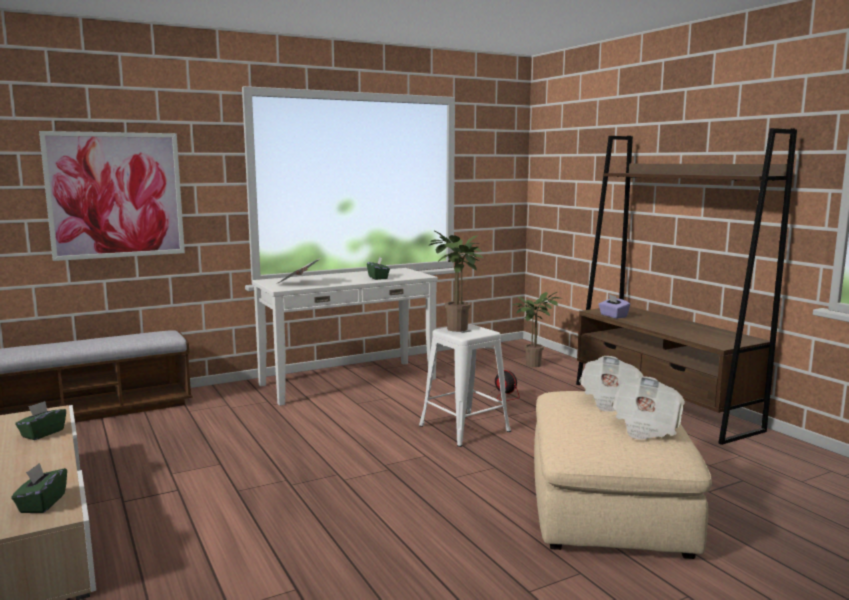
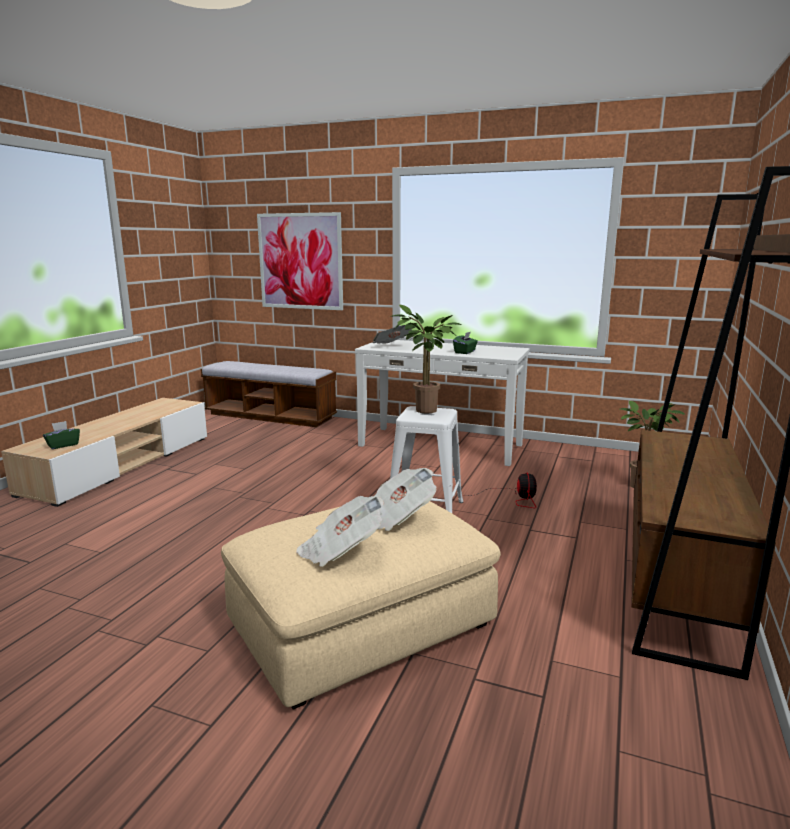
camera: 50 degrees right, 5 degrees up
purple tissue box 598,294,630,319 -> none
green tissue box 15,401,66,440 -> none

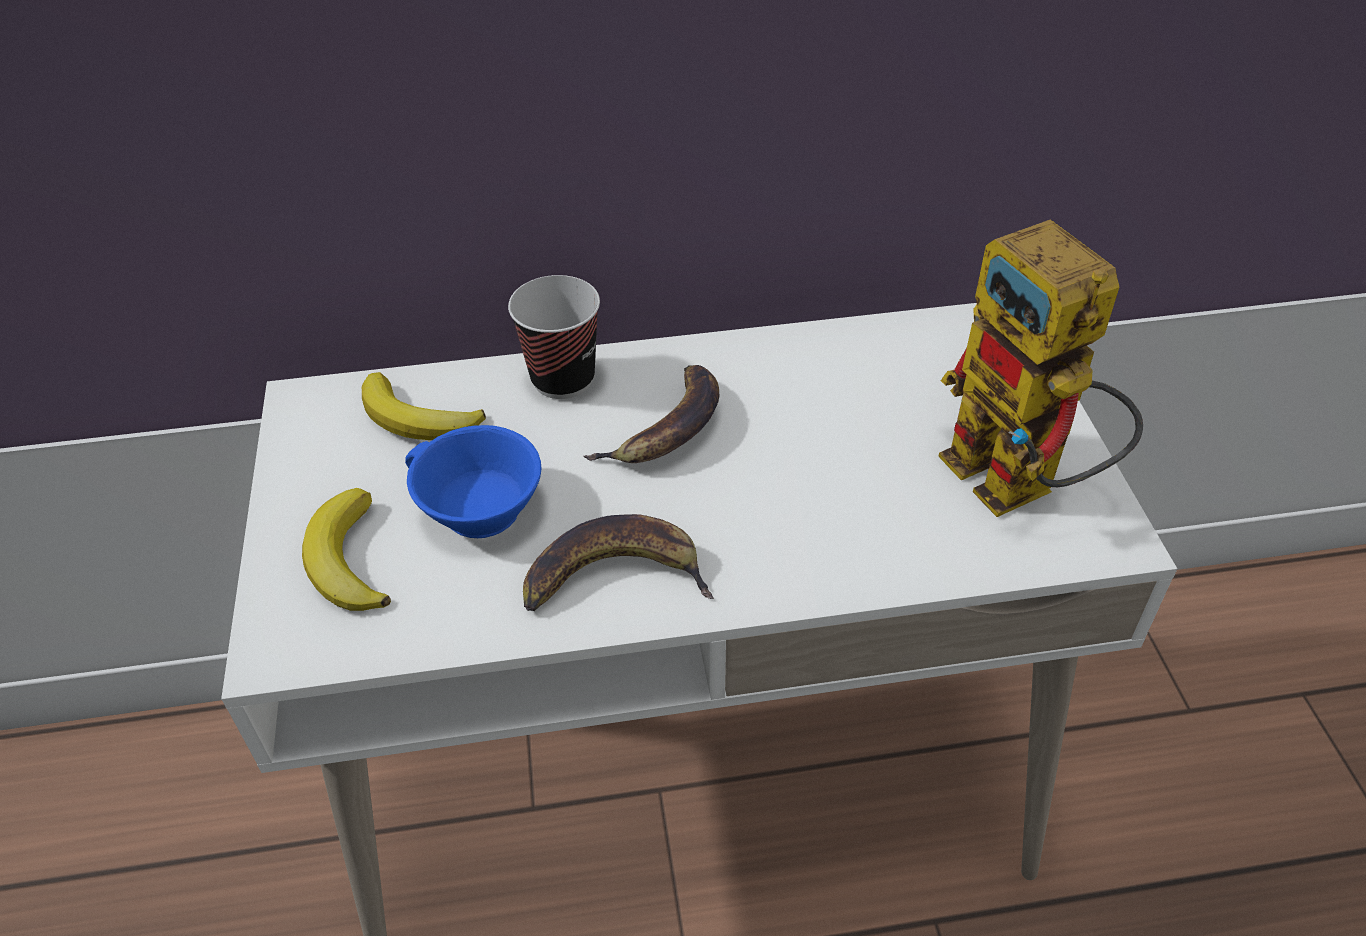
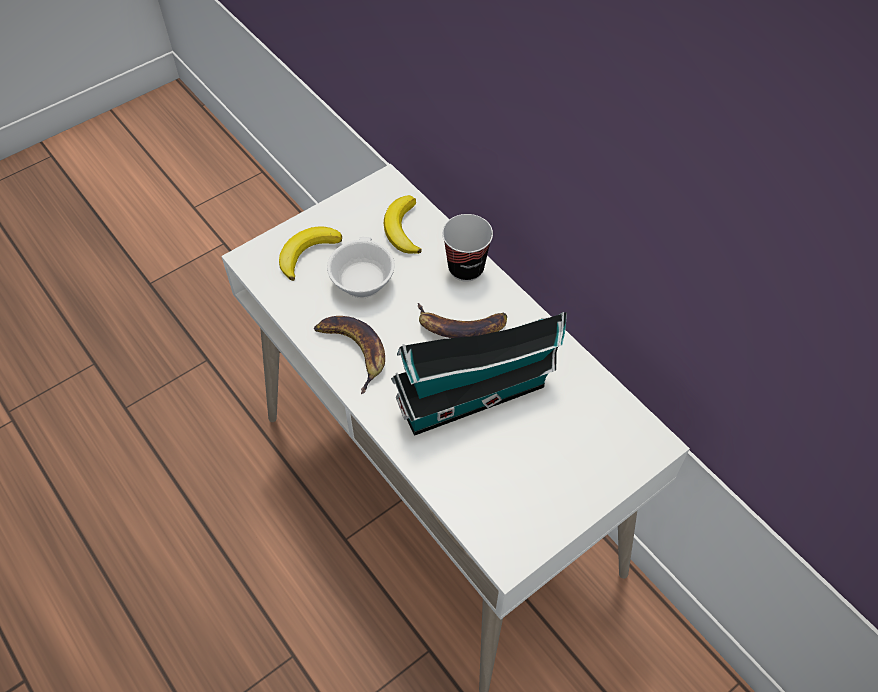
camera: 60 degrees right, 10 degrees up
toy robot 938,220,1143,517 -> none
blue cup 405,425,541,538 -> white cup 327,237,395,298
none -> toy house 391,312,567,436

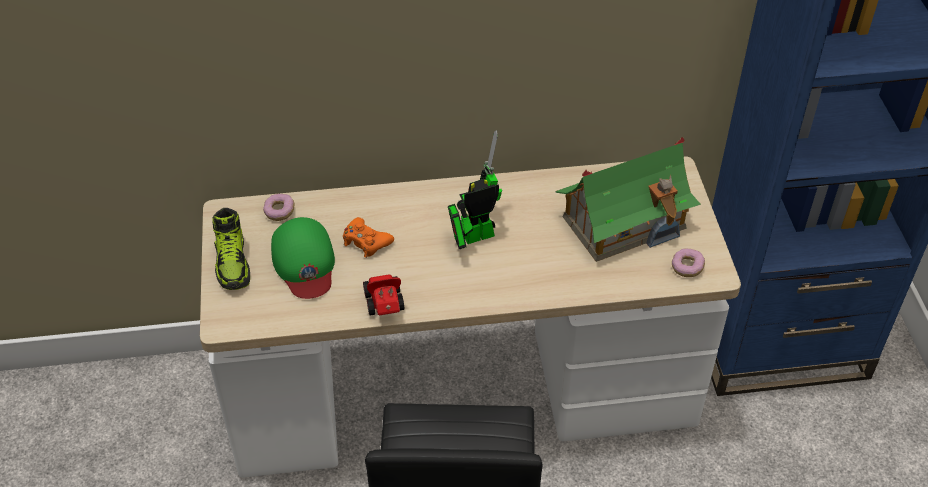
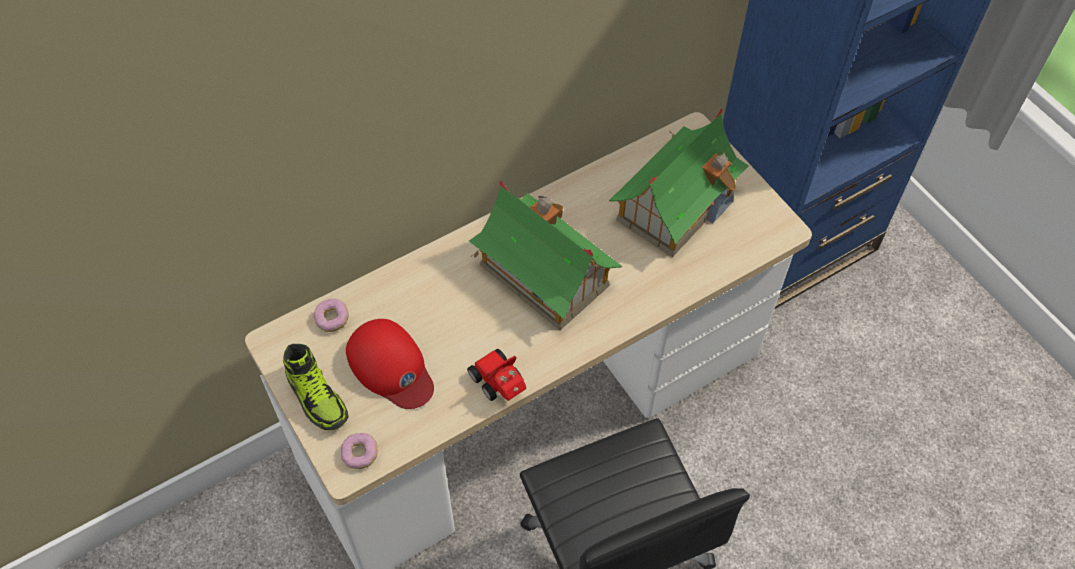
camera: 25 degrees left, 10 degrees up
toy robot 448,130,502,249 -> toy house 469,181,622,330
green cap 271,217,335,299 -> red cap 346,319,434,409
orange game controller 343,217,394,258 -> none
donut 672,248,705,277 -> donut 341,433,378,469, move

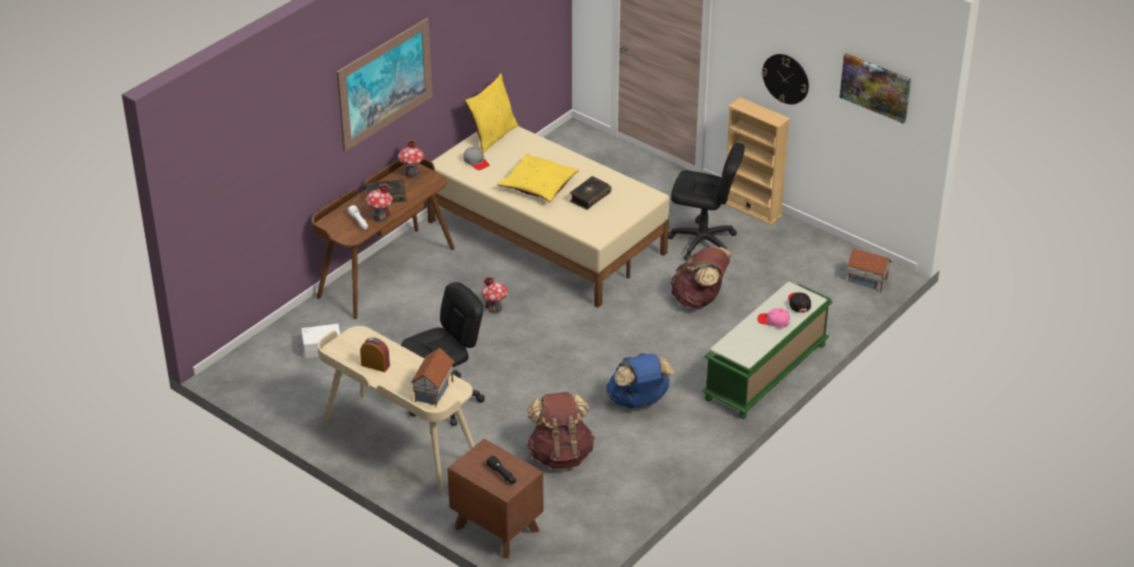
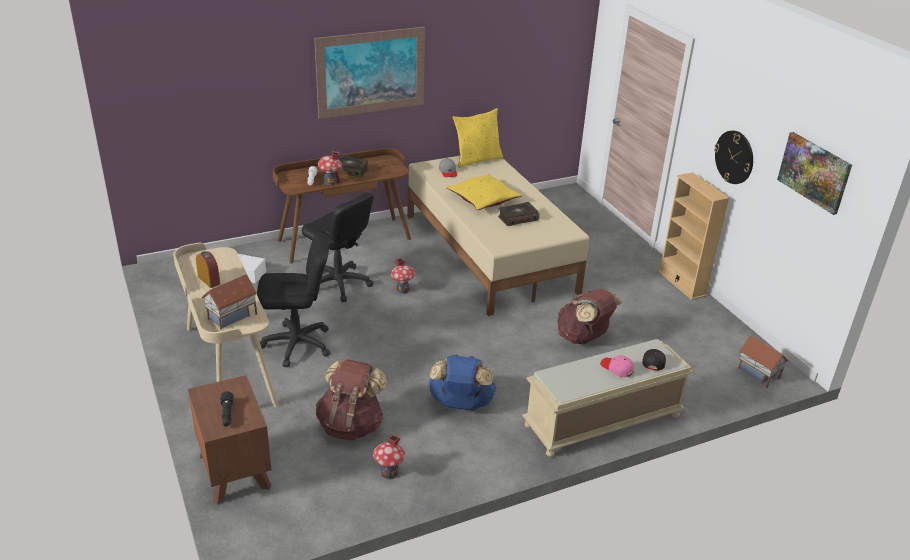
camera: 25 degrees right, 5 degrees down
toy house 398,140,424,178 -> toy house 373,434,405,480, move
black office chair 668,143,744,260 -> black office chair 302,192,374,302, move
green bench 702,282,833,419 -> beige bench 522,339,694,457

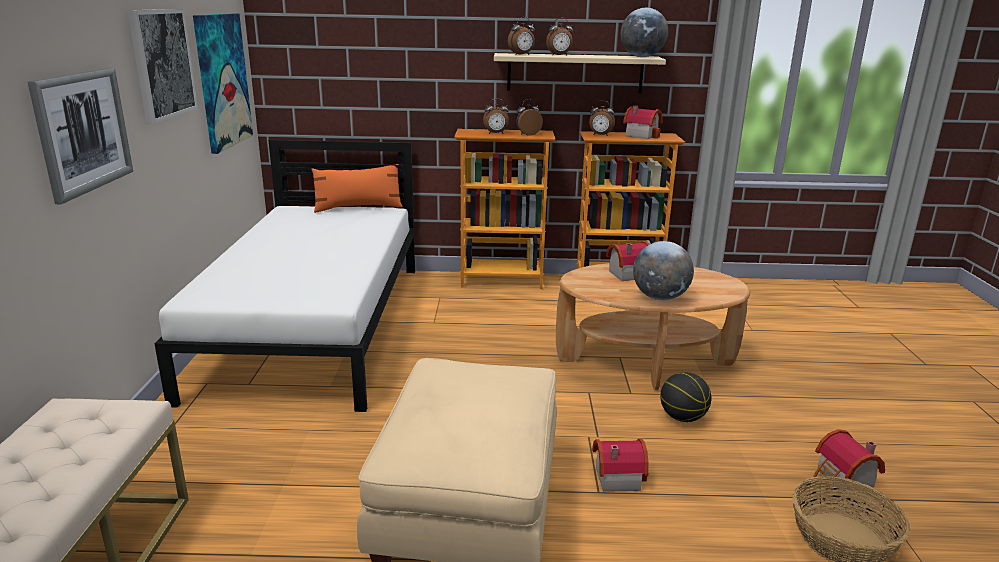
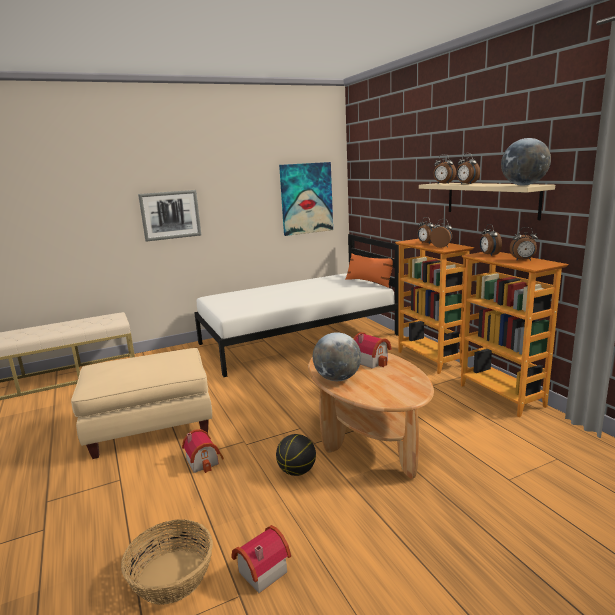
camera: 65 degrees right, 5 degrees down
picture 128,9,198,123 -> none
toy house 623,106,663,139 -> alarm clock 510,227,538,261

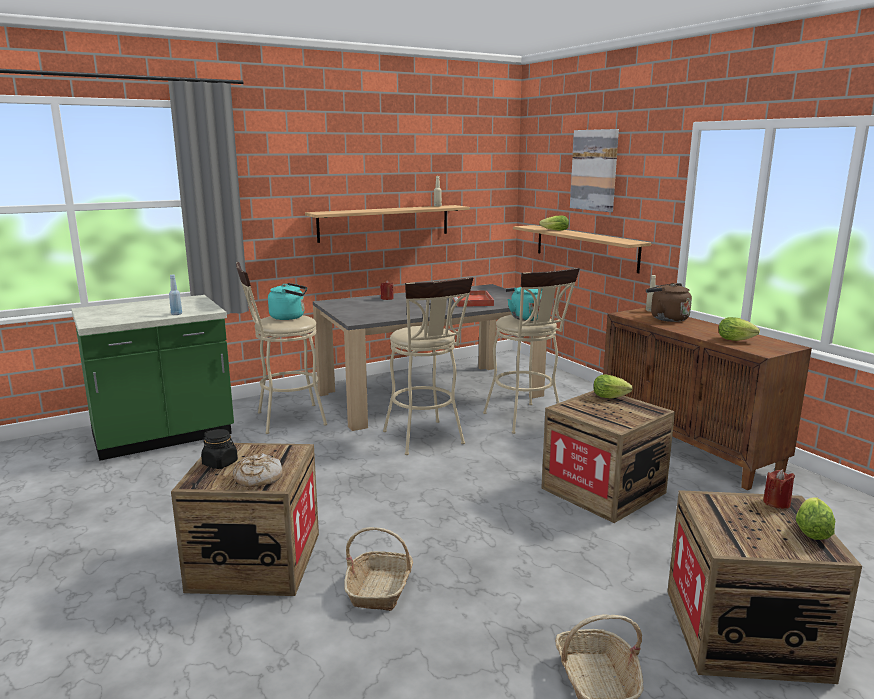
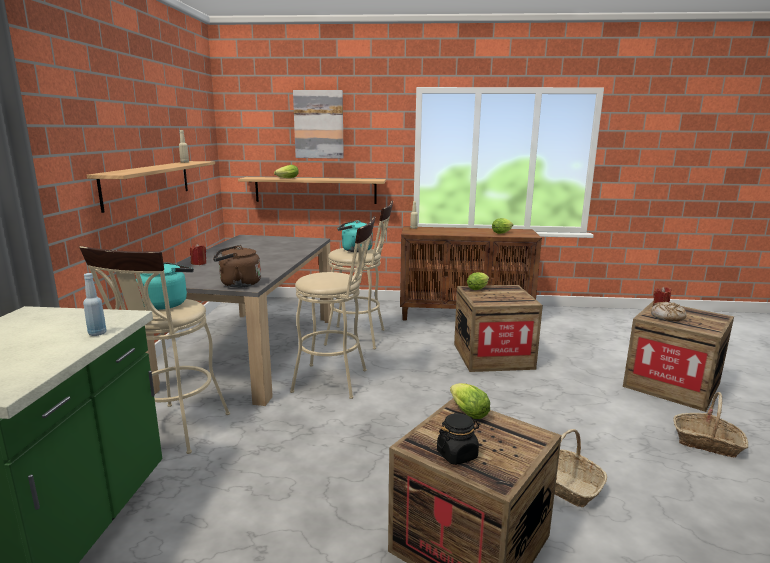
camera: 55 degrees left, 0 degrees up
brown kettle 646,283,692,322 -> brown kettle 213,245,261,288, move
red tray 453,290,494,307 -> none
bread 233,453,283,487 -> bread 651,302,687,321, move
lettuce 796,497,835,540 -> lettuce 450,383,490,419, move

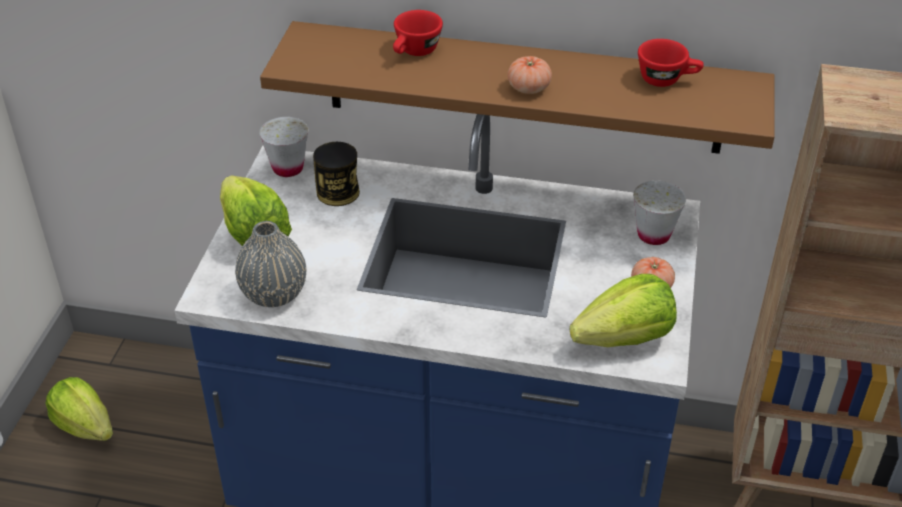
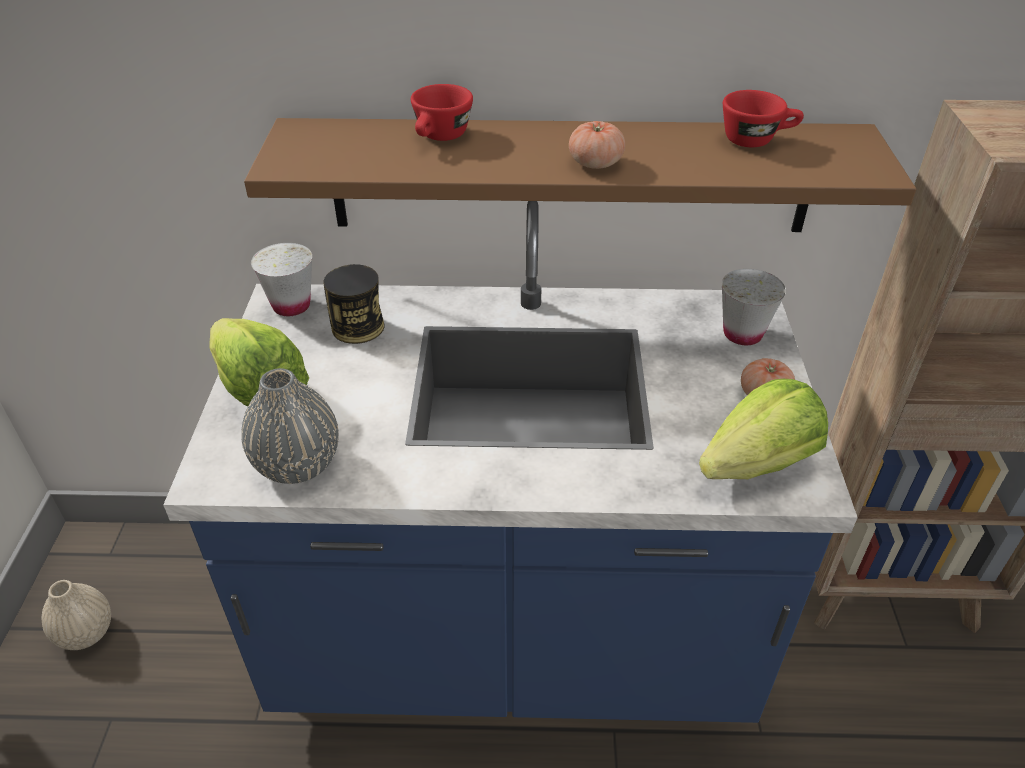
camera: 10 degrees left, 0 degrees up
lettuce 45,377,113,441 -> beige vase 42,580,111,650

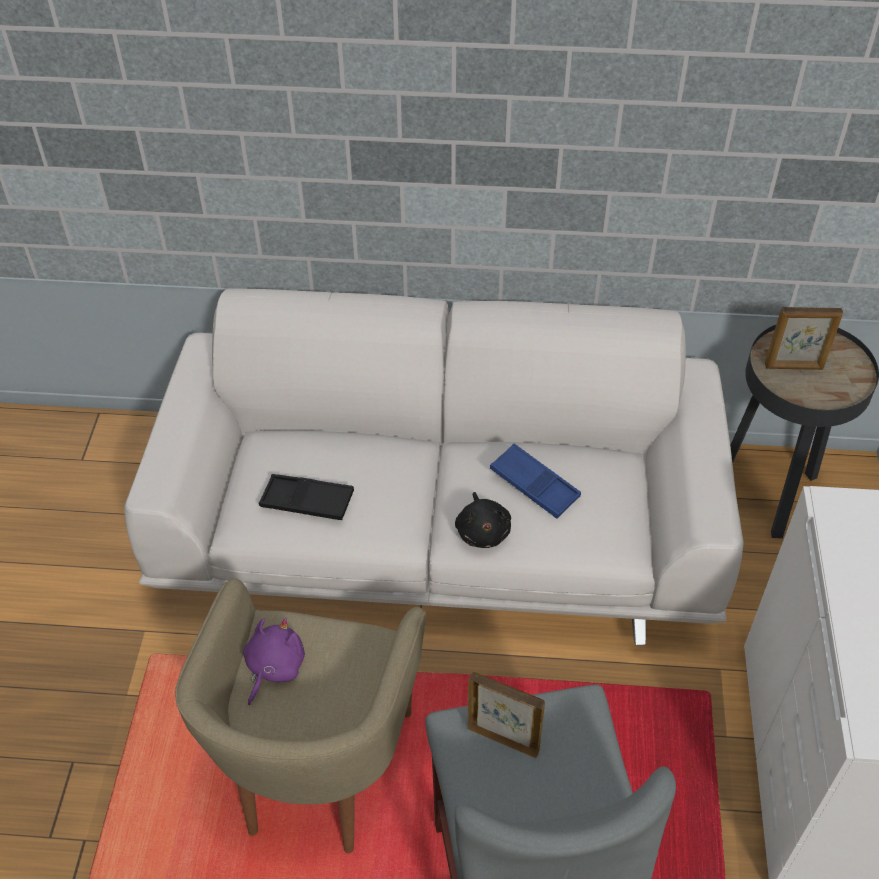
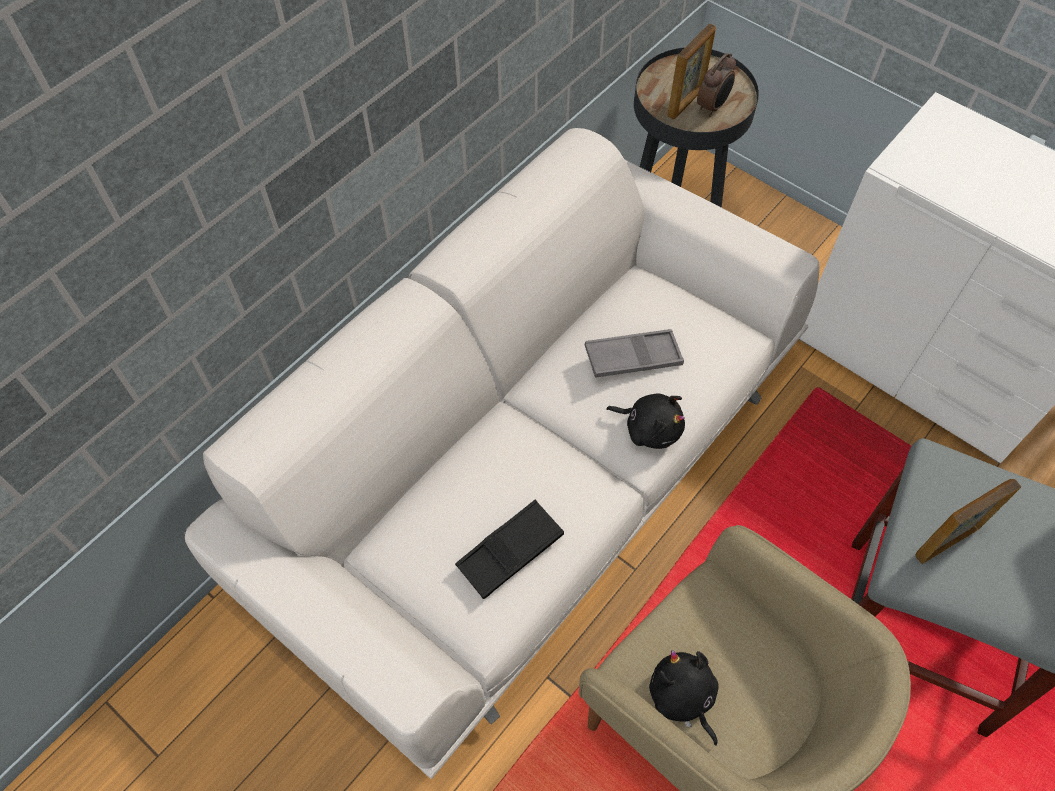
camera: 55 degrees left, 10 degrees up
blue tray 490,443,581,519 -> grey tray 585,329,684,378
purple plush toy 243,618,305,705 -> black plush toy 649,650,719,746
none -> alarm clock 697,53,736,117

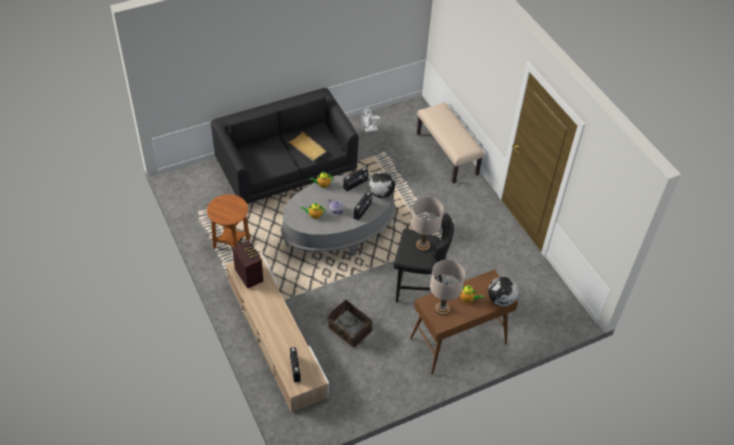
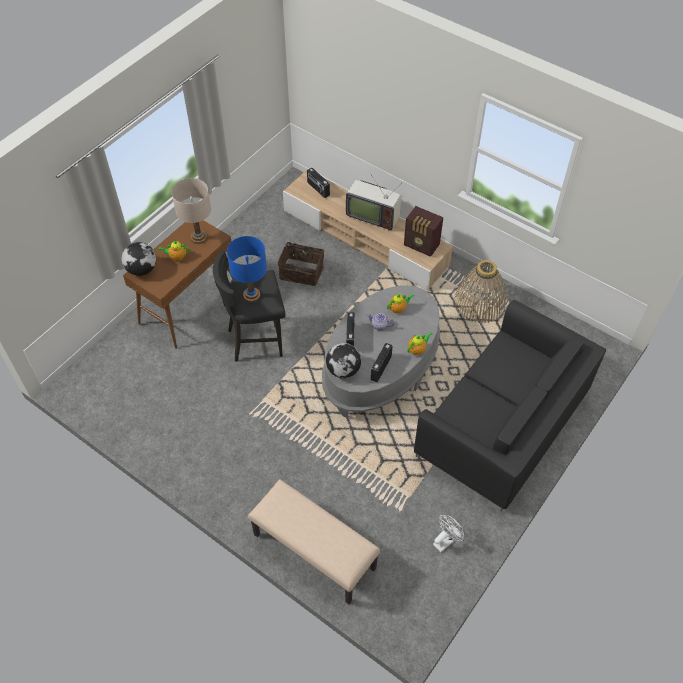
camera: 155 degrees right, 5 degrees up
beige tray 287,131,327,161 -> none
brown side table 207,194,250,249 -> basket 454,260,506,323
beige table lamp 411,197,443,251 -> blue table lamp 227,236,267,302
none -> television 346,176,401,231

